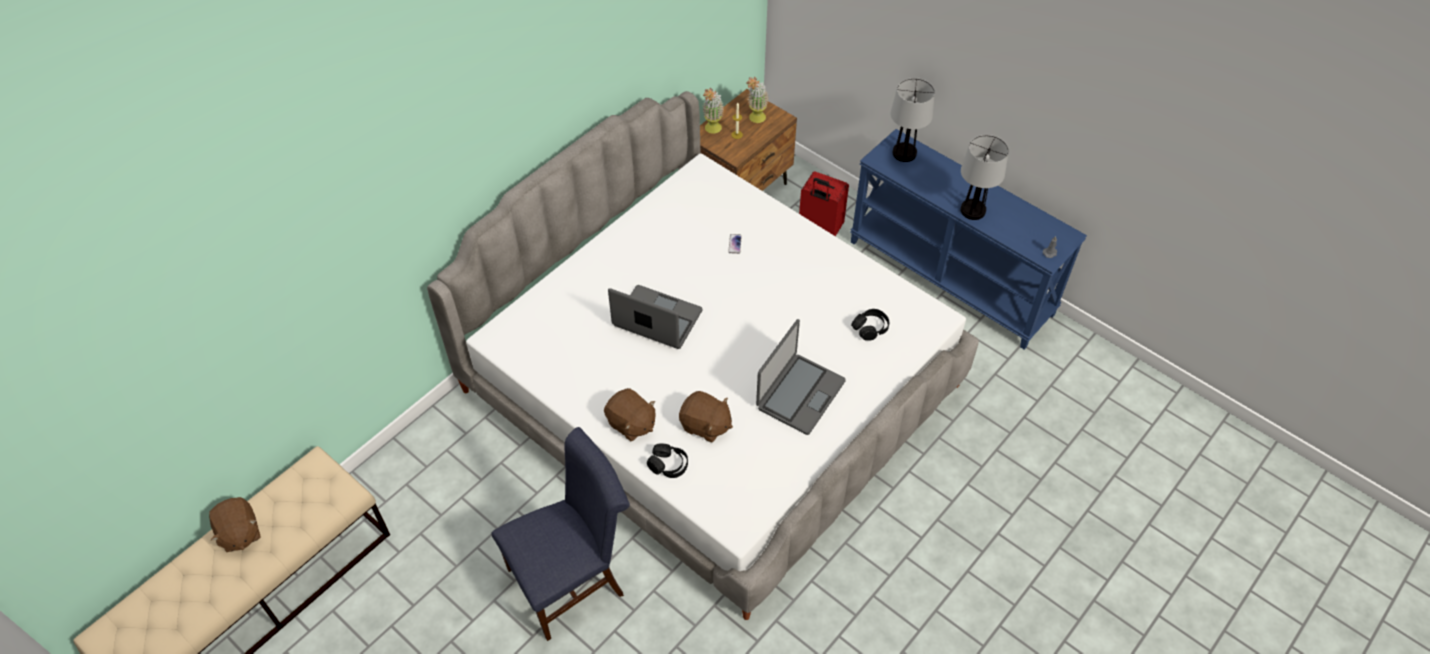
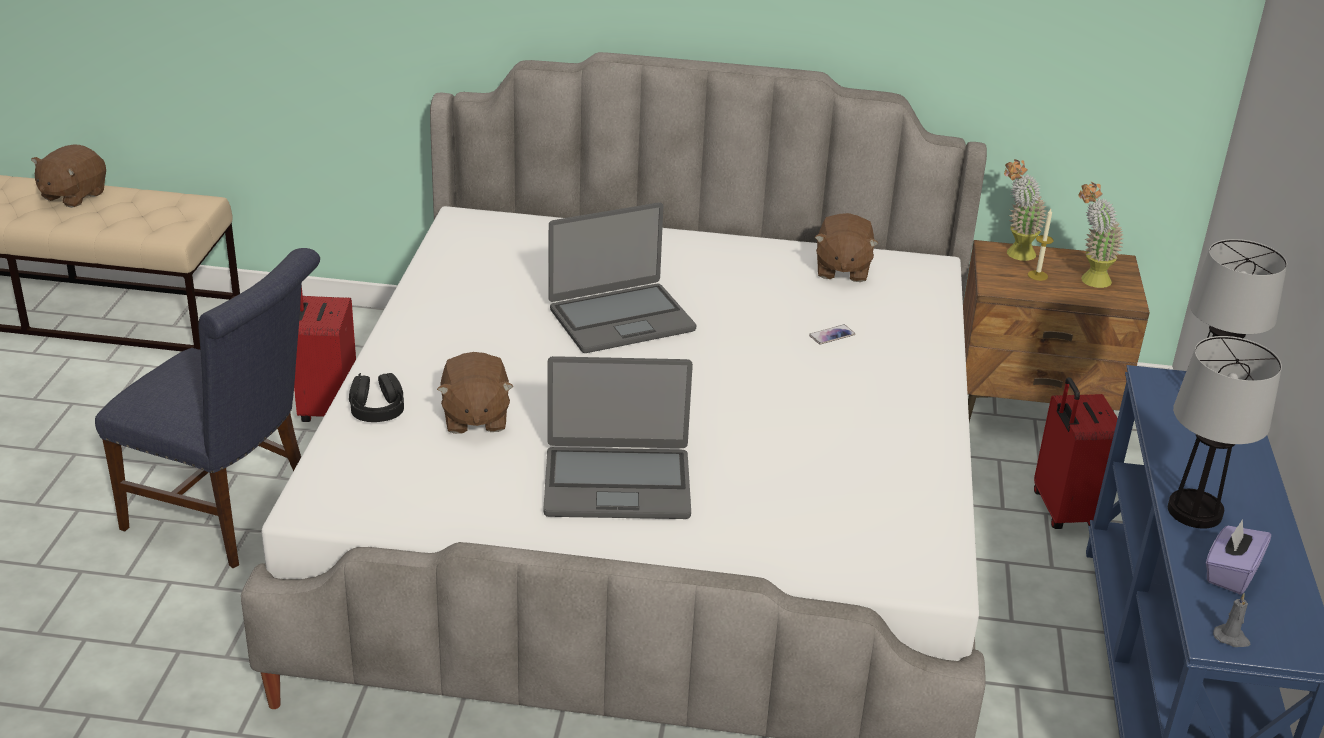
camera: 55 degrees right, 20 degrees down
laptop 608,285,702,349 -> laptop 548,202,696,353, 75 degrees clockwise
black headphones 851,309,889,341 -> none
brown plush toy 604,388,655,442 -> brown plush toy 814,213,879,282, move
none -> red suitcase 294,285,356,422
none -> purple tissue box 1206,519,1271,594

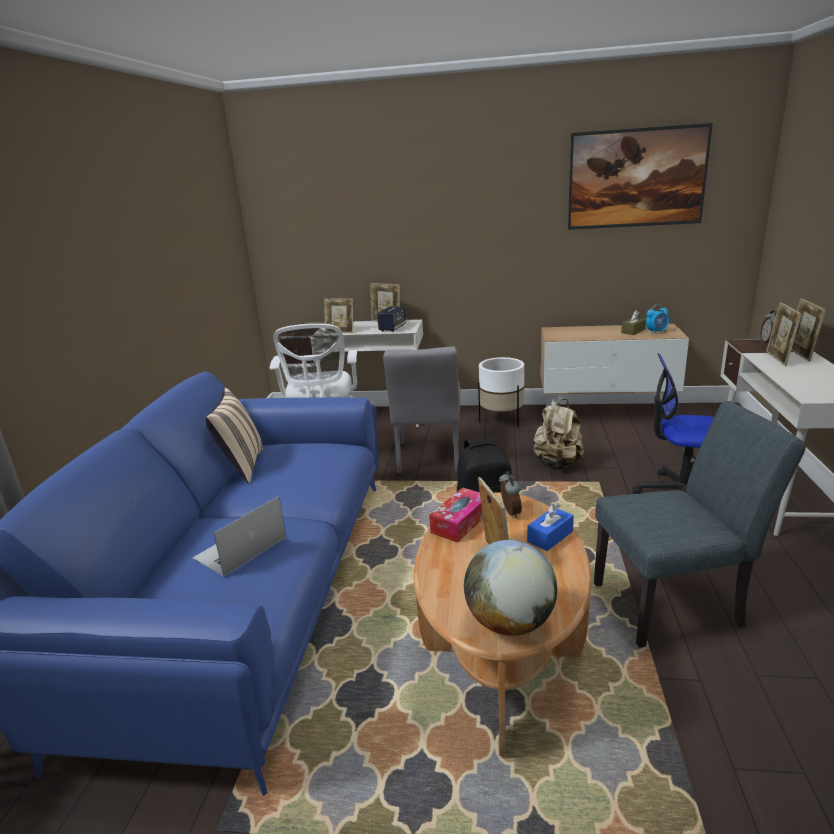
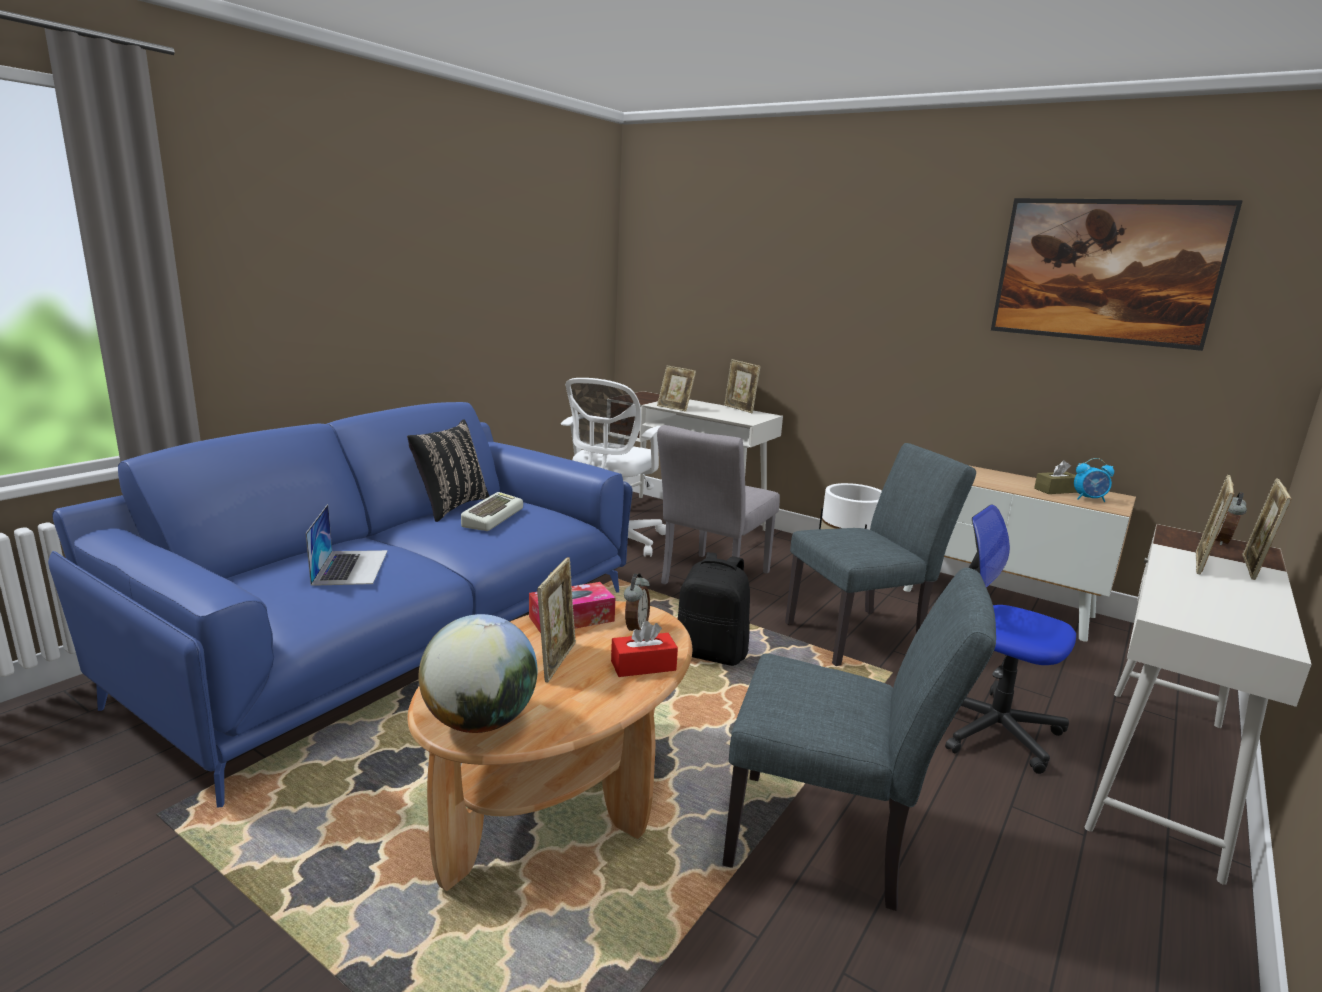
camera: 25 degrees right, 5 degrees down
speaker 377,307,406,332 -> none
beige pillow 206,388,263,484 -> black pillow 407,419,490,522
beige backpack 533,399,584,469 -> grey chair 785,443,976,666
laptop 193,496,286,576 -> laptop 306,504,388,586, 105 degrees clockwise
blue tissue box 527,503,574,551 -> red tissue box 611,621,678,677
none -> keyboard 461,492,523,531

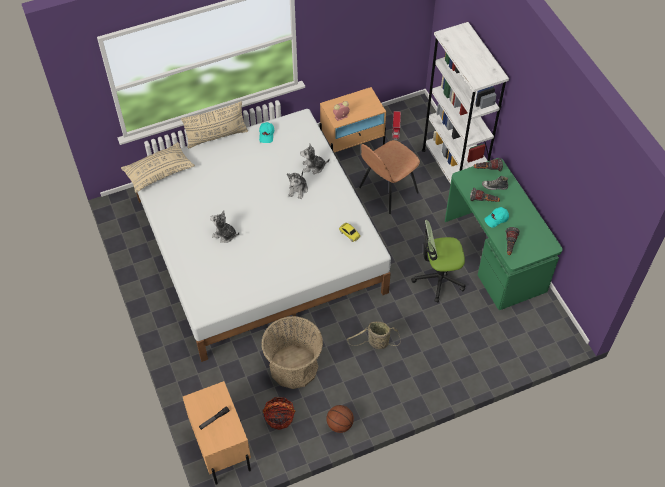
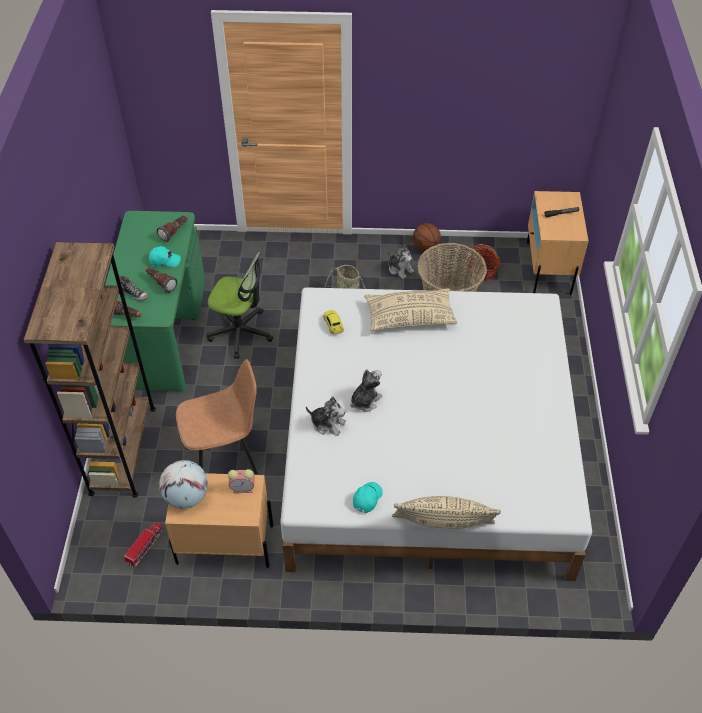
camera: 155 degrees left, 5 degrees down
white bookcase 422,22,509,184 -> brown bookcase 24,242,156,498
beige pillow 121,142,195,193 -> beige pillow 364,288,457,331, move
plush toy 210,210,239,243 -> plush toy 387,245,414,279, move
none -> globe 159,460,208,509

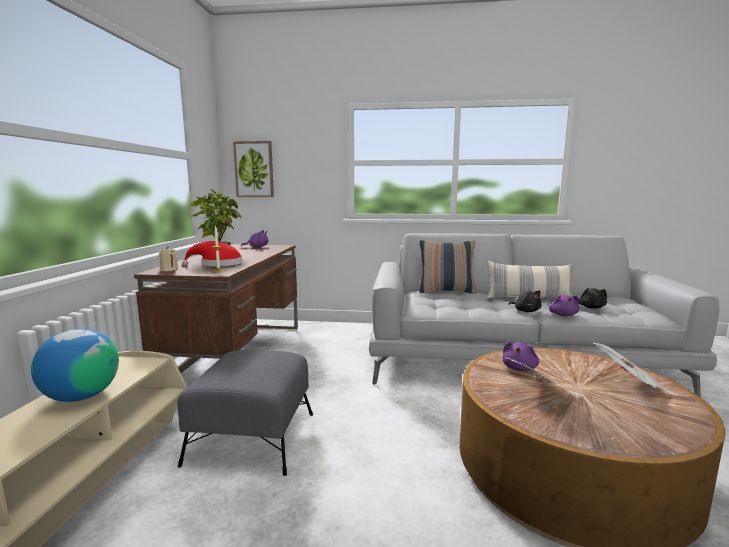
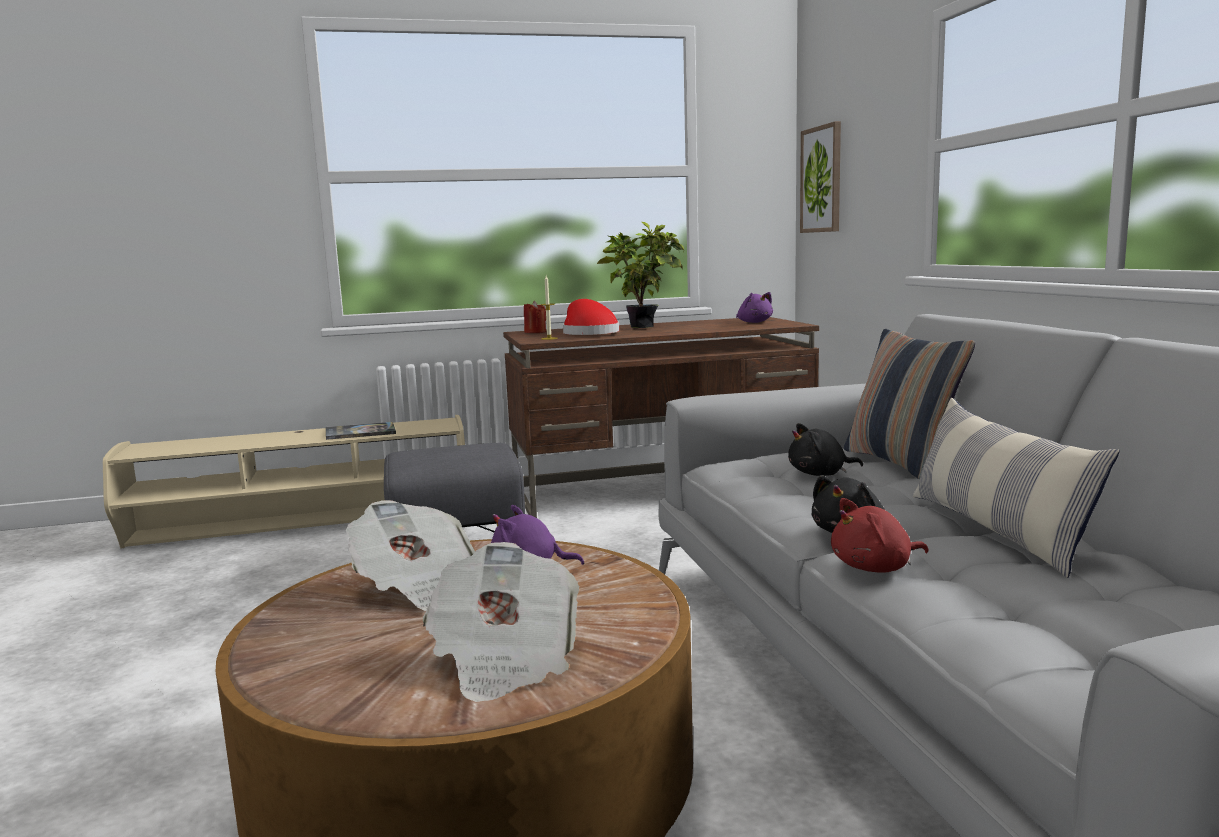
camera: 70 degrees right, 0 degrees up
beige candle 159,246,178,271 -> red candle 524,301,546,333
black plush toy 579,288,607,309 -> black plush toy 788,423,863,476, move
purple plush toy 549,295,579,316 -> red plush toy 831,498,928,573
globe 31,329,119,402 -> book 326,422,396,440

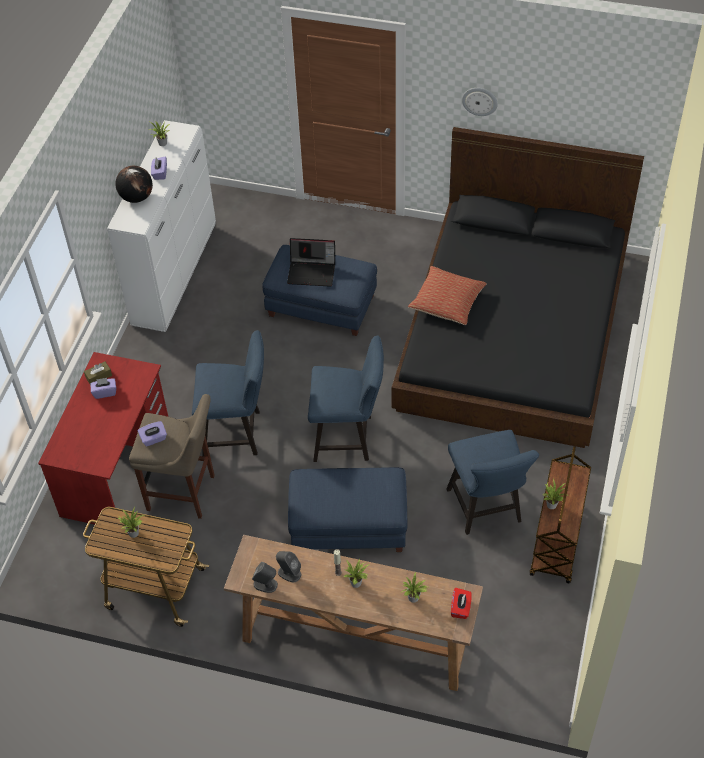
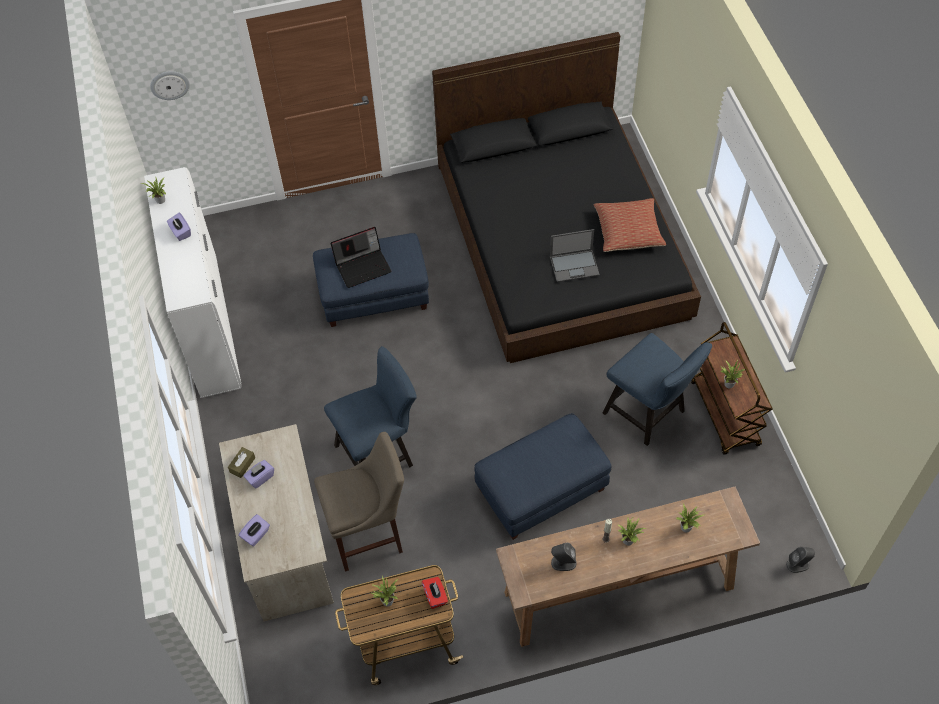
camera: 30 degrees left, 5 degrees up
wall clock 462,88,498,116 -> wall clock 150,71,190,100, move
globe 115,166,153,203 -> none
pillow 408,266,487,325 -> pillow 594,198,666,252, move
blue chair 308,335,384,462 -> none
red desk 38,352,168,525 -> beige desk 219,424,334,622
purple tissue box 138,421,167,446 -> purple tissue box 238,514,270,546, move
grey speaker 252,562,278,593 -> grey speaker 786,547,815,573, move
red tissue box 451,587,472,619 -> red tissue box 422,577,448,609, move
none -> laptop 550,229,600,282

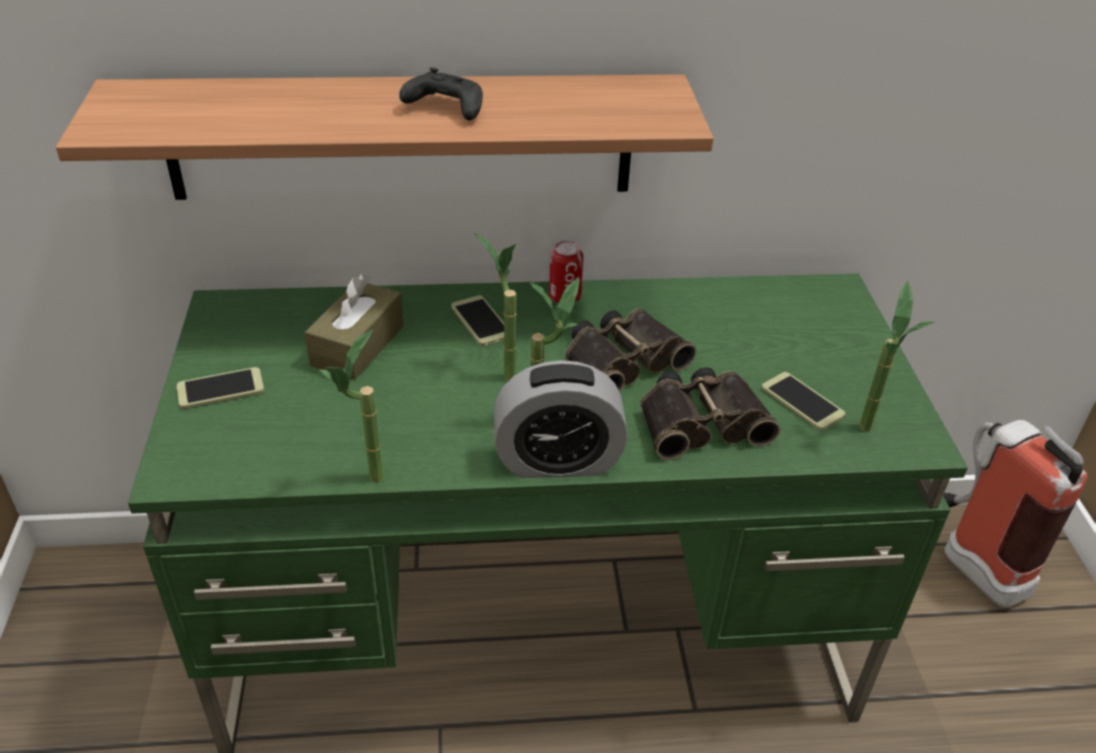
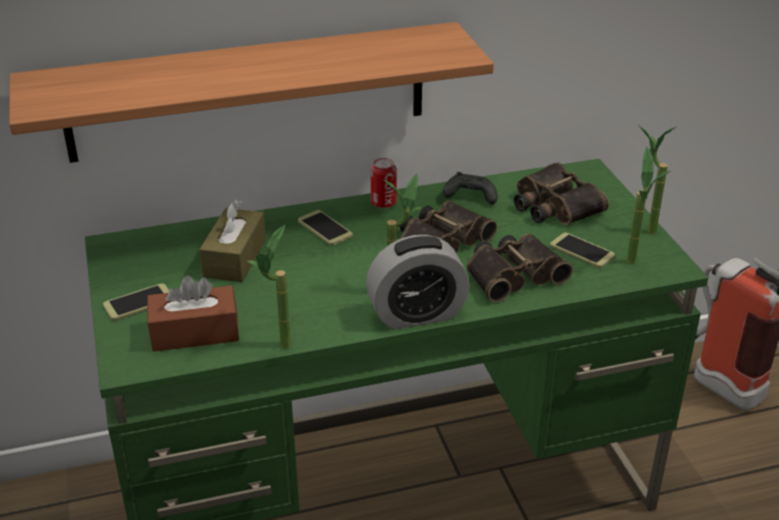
camera: 10 degrees left, 5 degrees down
black game controller 399,67,483,121 -> black game controller 443,172,498,205, move
potted plant 474,233,517,381 -> potted plant 639,126,676,234, move
none -> binoculars 514,163,609,225
none -> brown tissue box 147,276,239,352

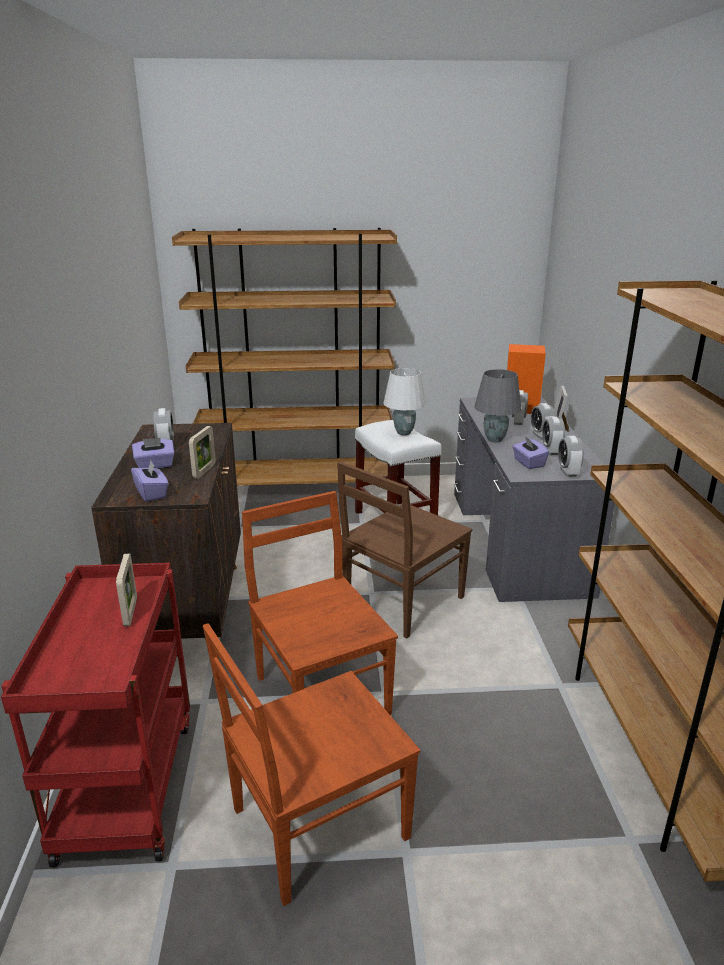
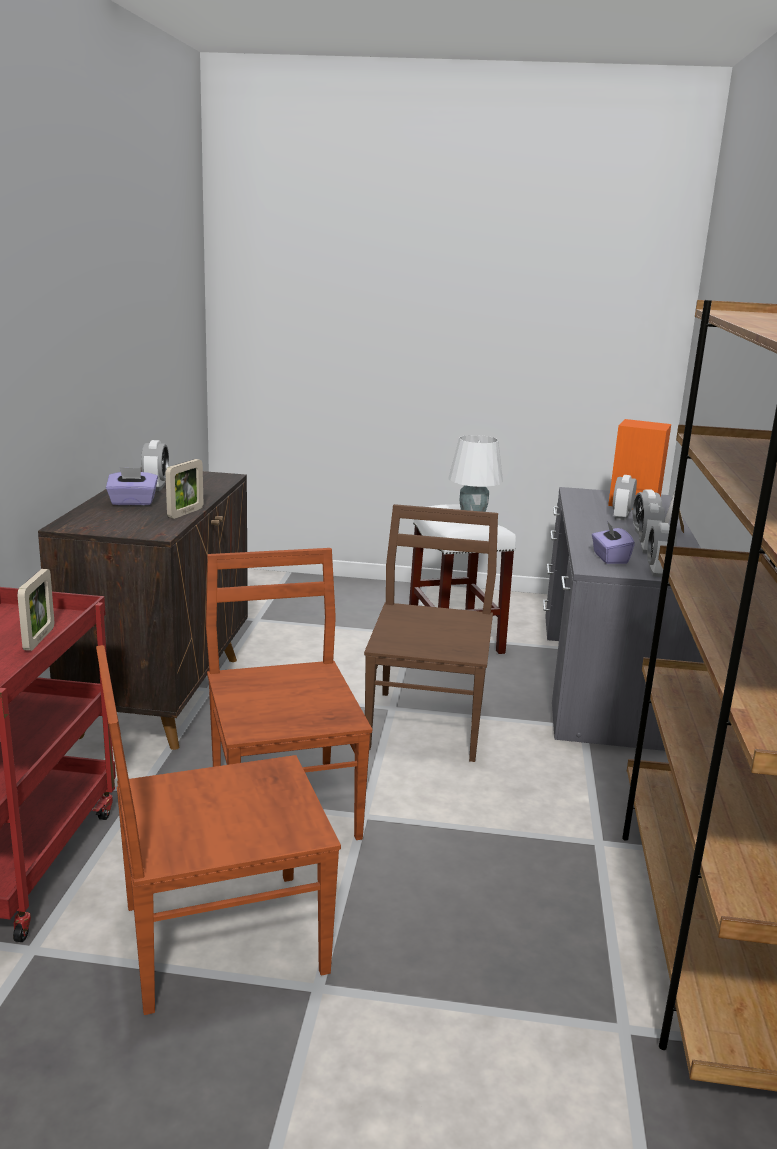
camera: 10 degrees right, 5 degrees down
brown bookcase 172,228,397,486 -> none
grey table lamp 474,369,521,443 -> none
purple tissue box 131,460,169,502 -> none
brown chair 337,461,472,638 -> brown chair 364,504,498,762, 135 degrees clockwise

